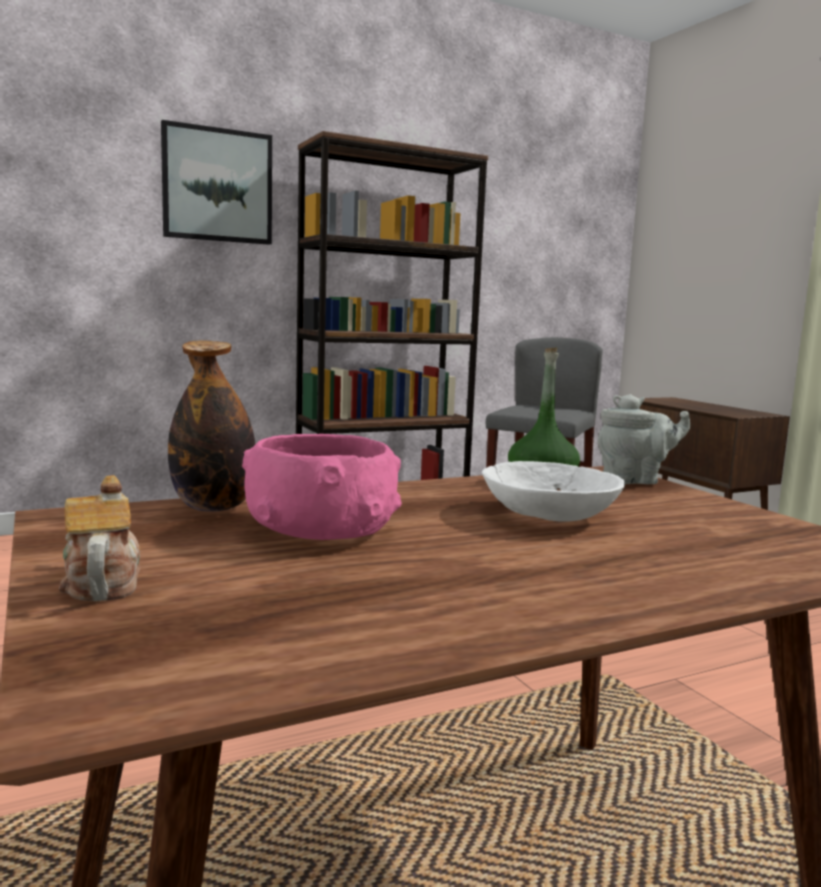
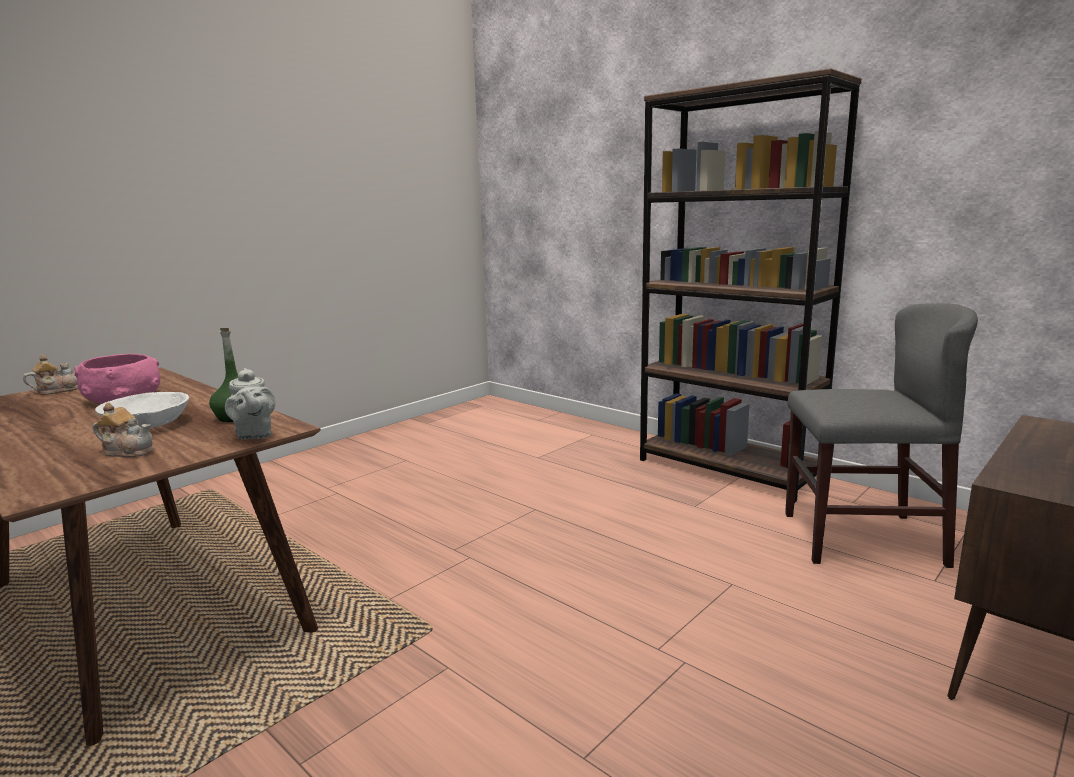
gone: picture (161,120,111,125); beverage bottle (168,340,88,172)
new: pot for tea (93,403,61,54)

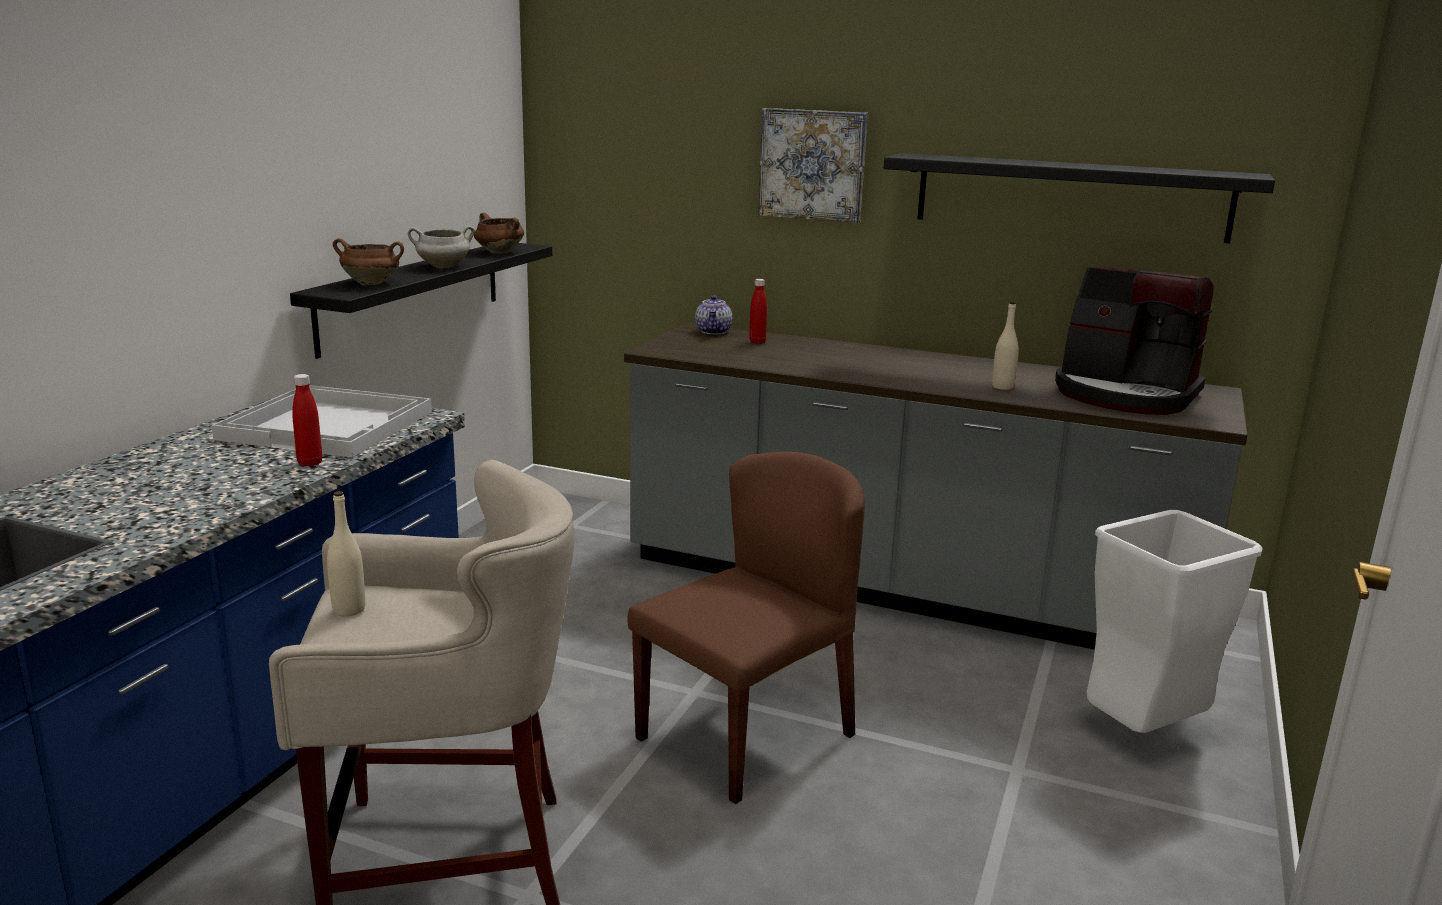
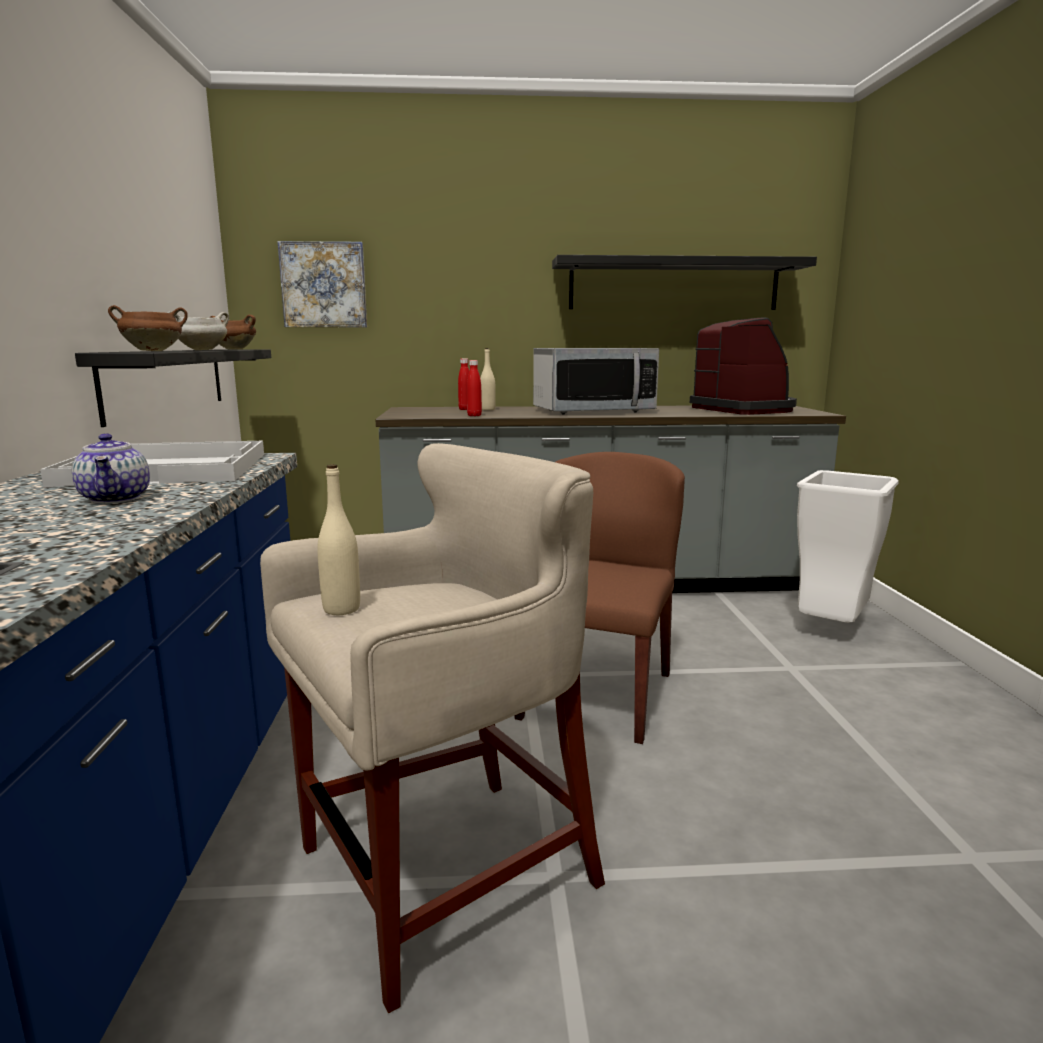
new: kitchen microwave (533,348,126,66)
shifted: pot for tea (695,295,37,39) to (72,433,78,71); picture (758,108,110,115) to (278,241,89,86); beverage bottle (red) (292,374,30,93) to (467,360,15,56); beverage bottle (beige-coloured) (992,302,27,88) to (480,348,16,62)
rotated: coffee maker (1055,266,159,149) = (690,318,107,97) 120 degrees counterclockwise

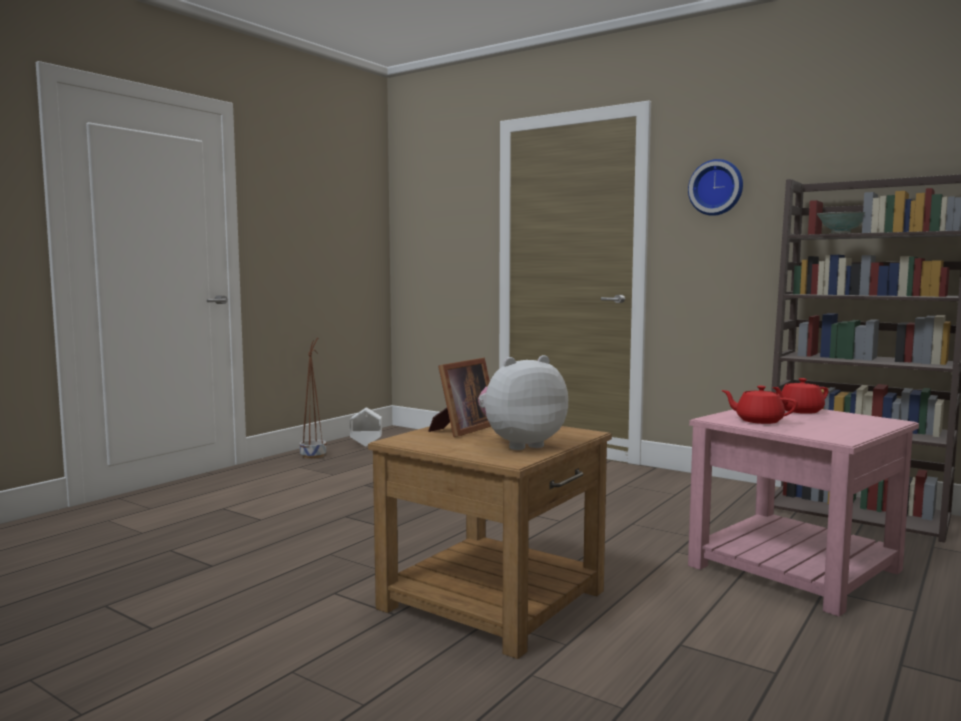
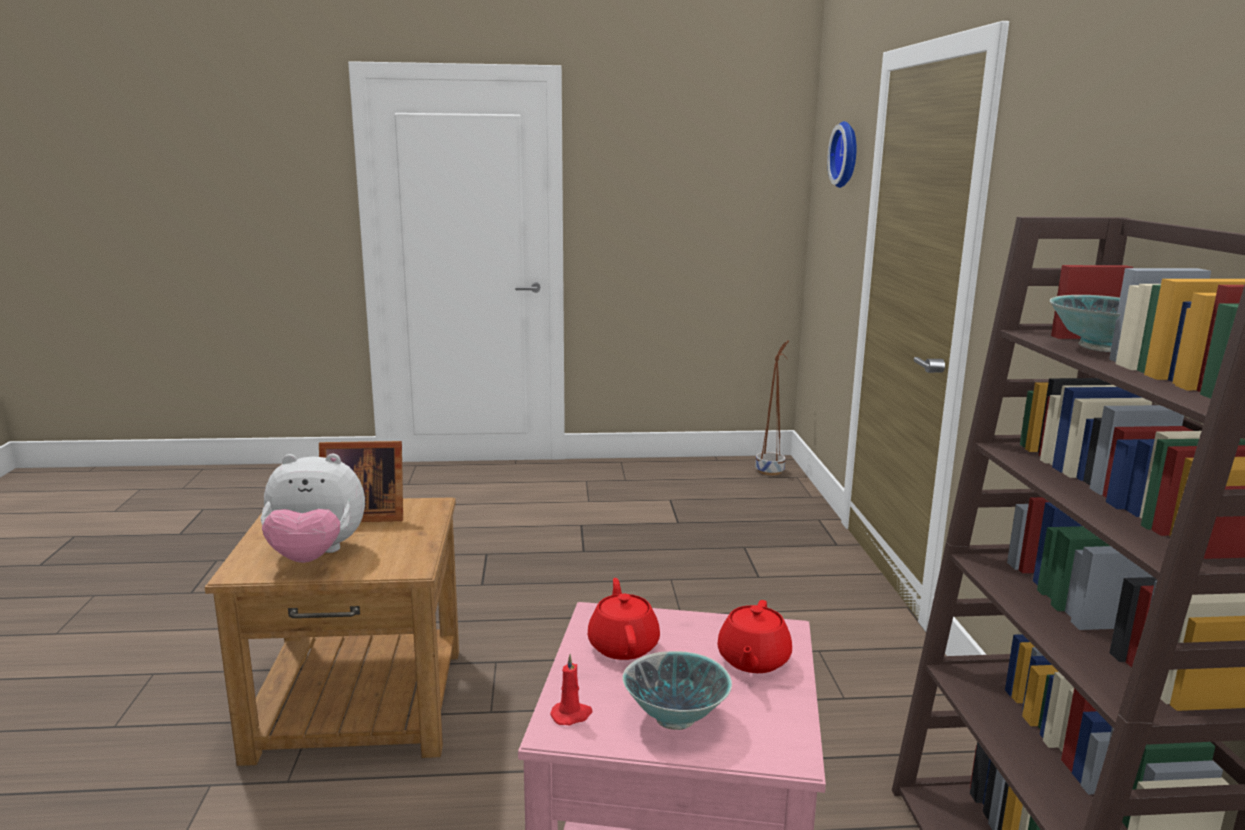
gone: plant pot (whitish) (350,407,32,40)
new: wax candle (red) (550,654,43,71); serving bowl (622,651,110,79)
shifted: plant pot (brown) (299,337,27,122) to (756,341,33,134); wall clock (688,159,55,57) to (827,121,29,67)
rotated: plush toy (478,355,90,95) = (261,454,104,109) 150 degrees clockwise; pot for tea (red) (772,378,56,36) = (717,600,75,73) 105 degrees counterclockwise

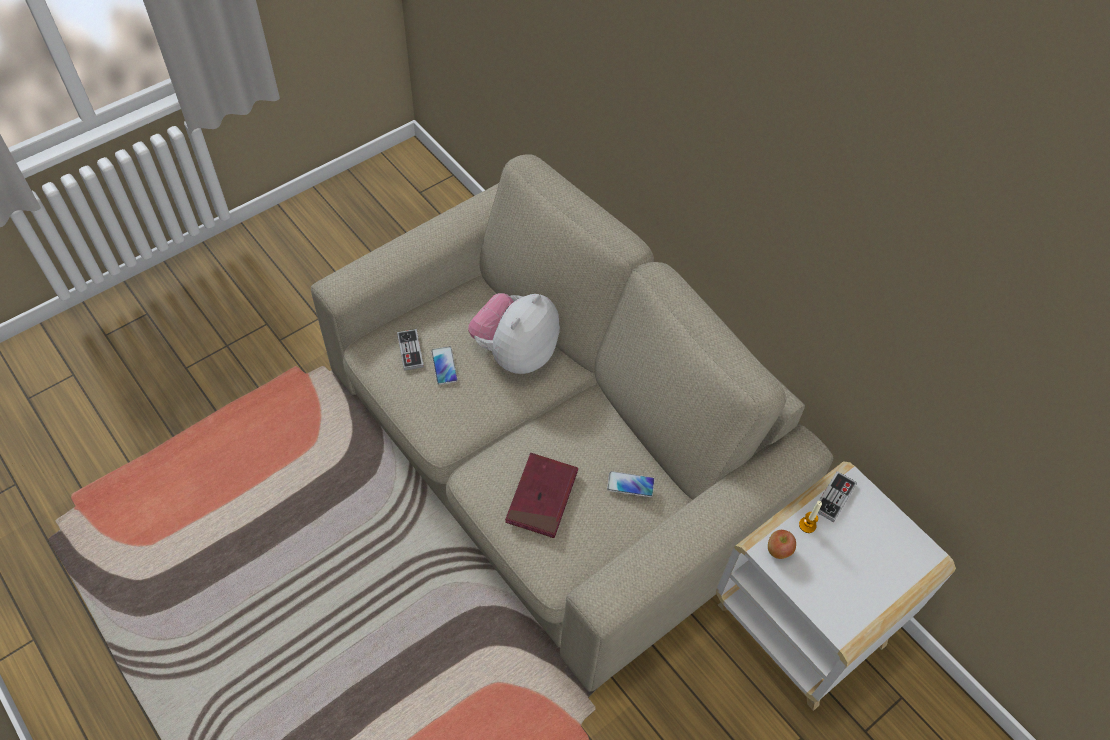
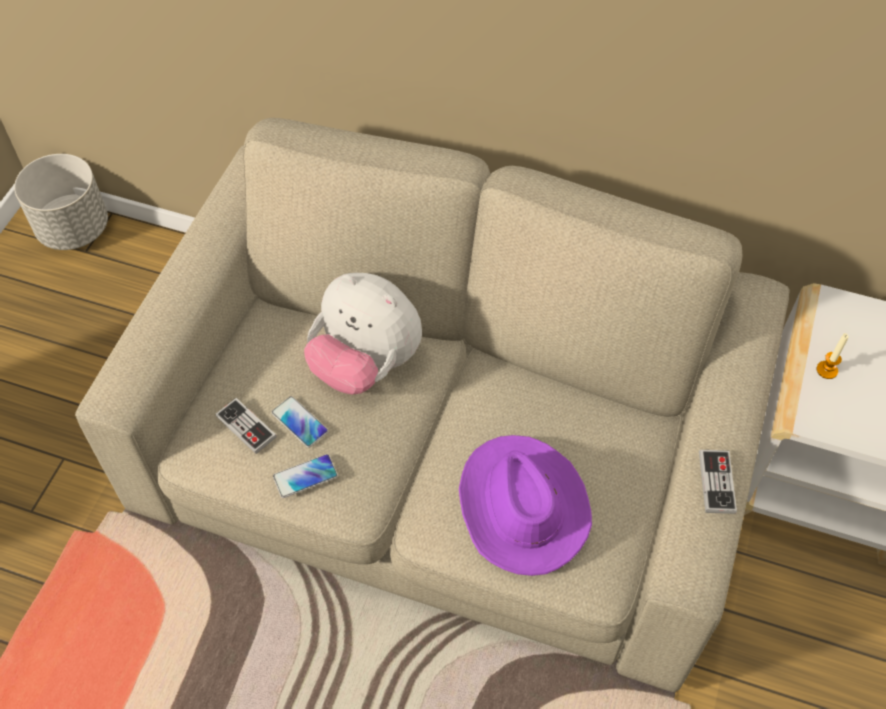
gone: whole apple (768,530,28,29)
new: plant pot (greyish) (14,154,94,96)
shifted: phone (607,471,48,26) to (273,454,65,44); gamepad (818,471,39,51) to (699,450,38,64)
swapped: volume (red) (505,453,73,85) to clothing hat (purplish) (459,435,133,141)
rotated: plush toy (468,293,92,81) = (304,273,118,121) 60 degrees counterclockwise

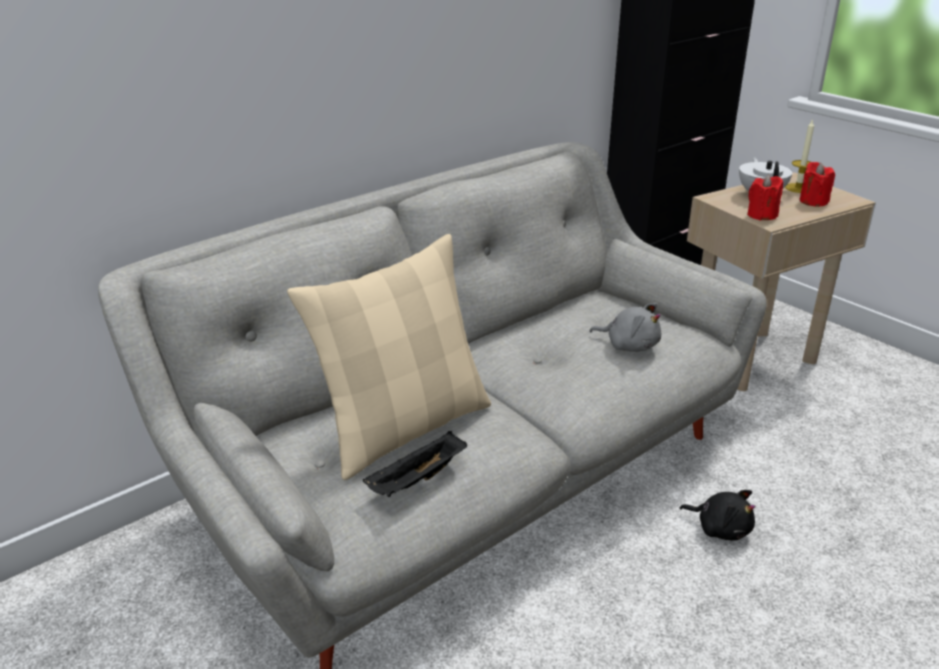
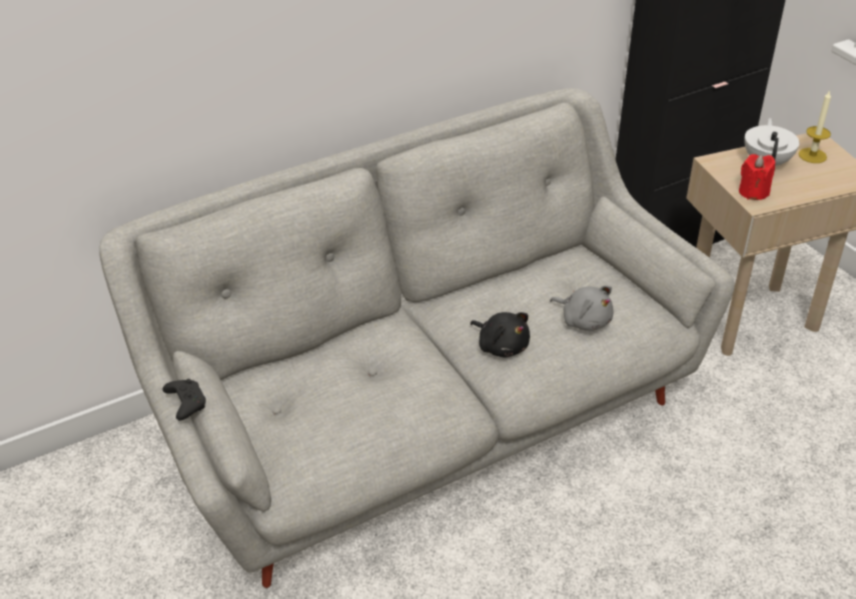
gone: pillow (beige-coloured) (287,234,204,246); carrying tray (black-coloured) (363,431,104,66); wax candle (red) (799,162,36,45)
new: gamepad (black-coloured) (163,379,43,42)
shifted: plush toy (black-coloured) (679,490,77,50) to (470,312,60,46)

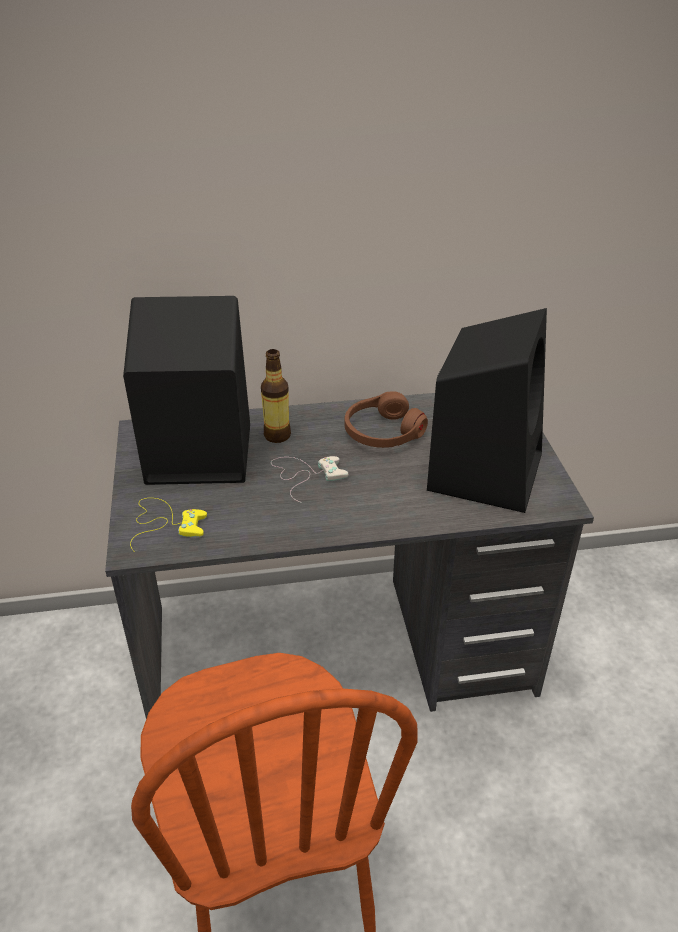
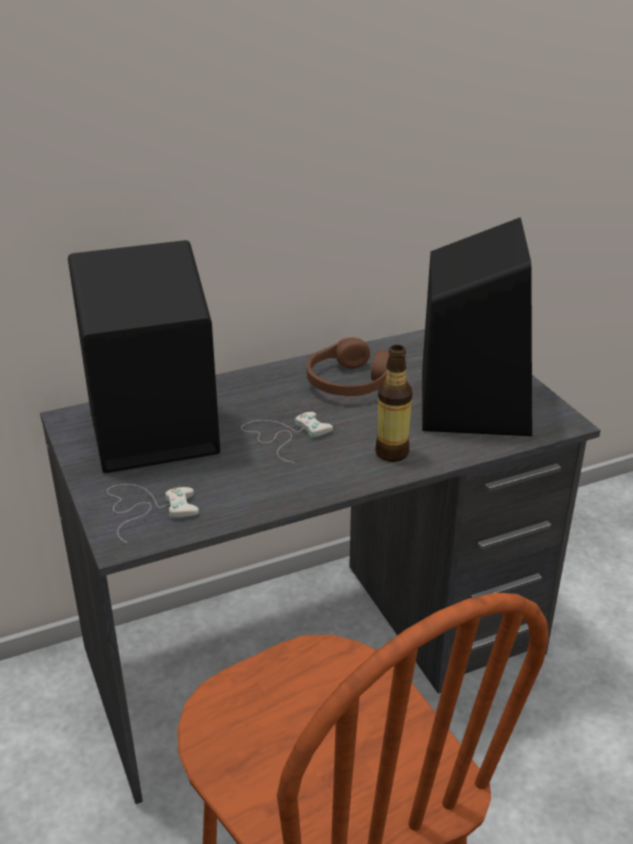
shifted: beverage bottle (261,349,30,94) to (375,345,37,117)
repainted: gamepad (yellow) (130,498,77,54) to gamepad (whitish) (107,484,92,59)

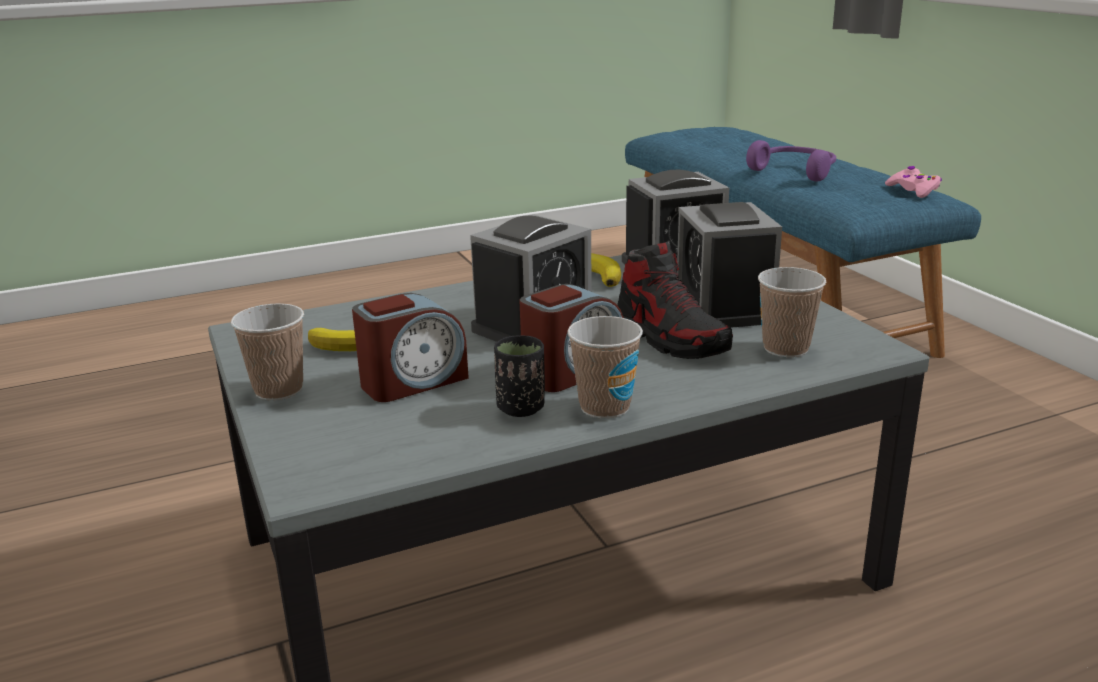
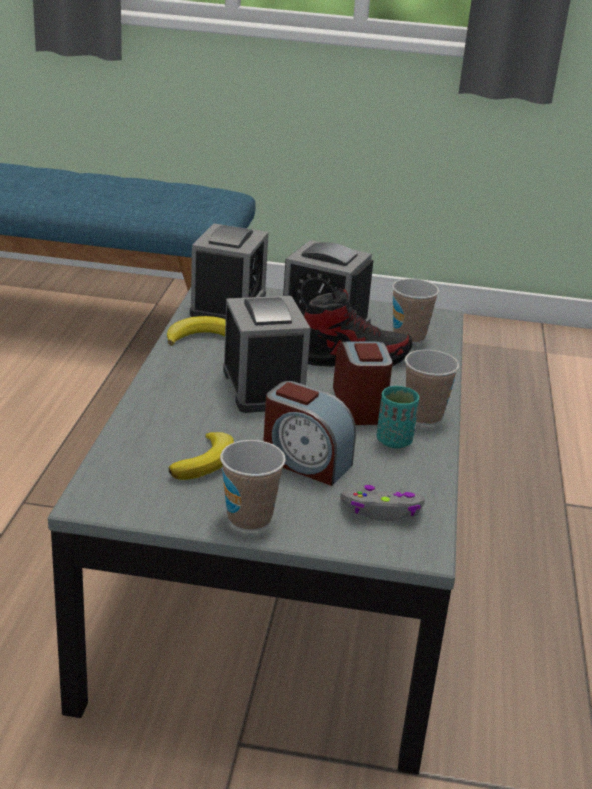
gone: headset (purplish) (746,140,90,41); gamepad (pink-coloured) (885,166,57,32)
new: gamepad (greyish) (340,485,85,36)
repainted: cup (black-coloured) (494,335,51,82) to cup (turquoise-coloured) (377,386,42,62)
rotated: bedside clock (352,293,117,109) = (263,381,93,105) 120 degrees clockwise

